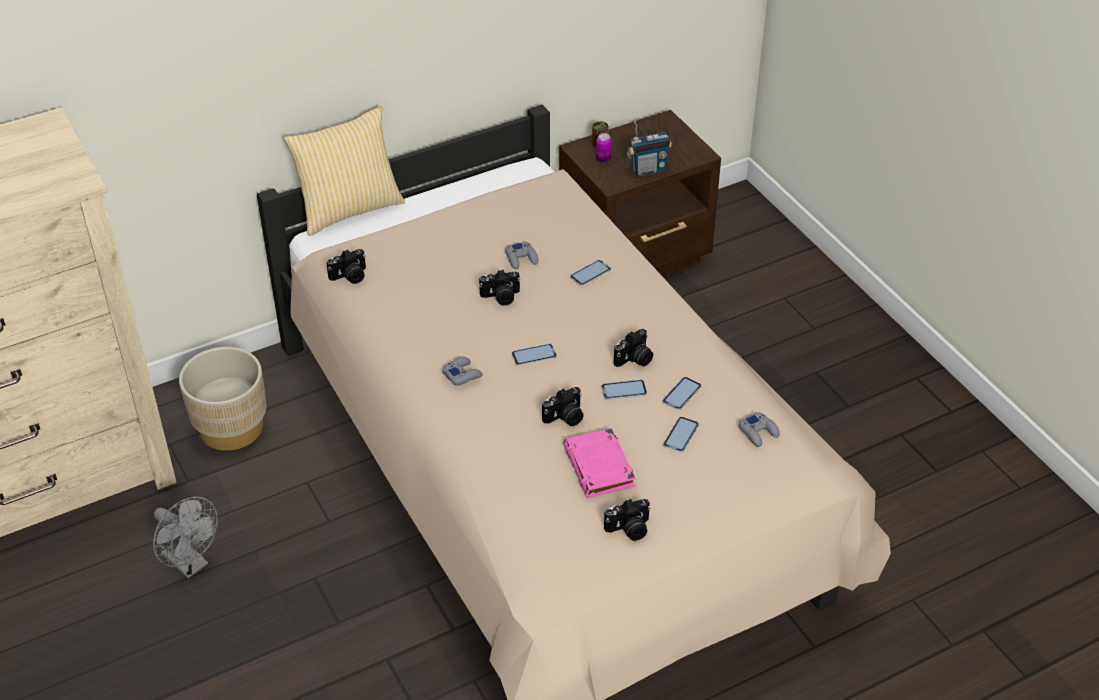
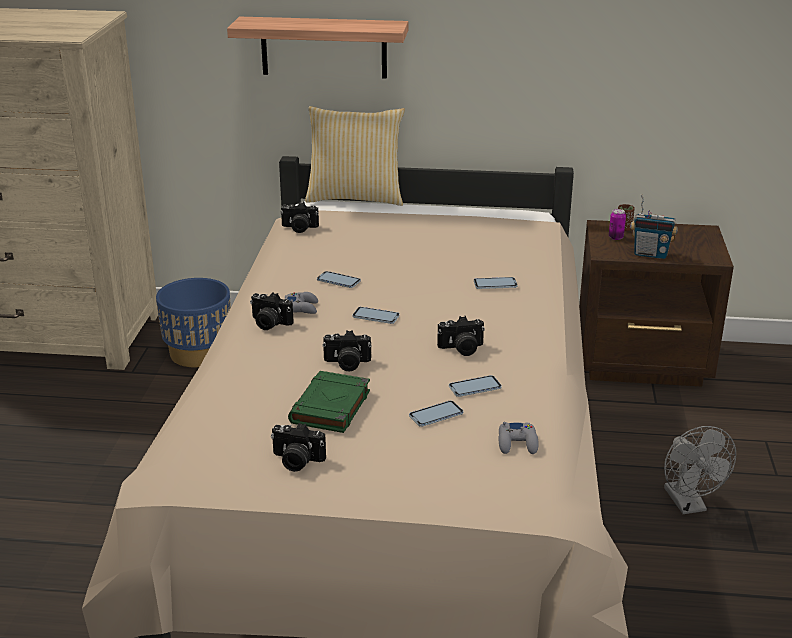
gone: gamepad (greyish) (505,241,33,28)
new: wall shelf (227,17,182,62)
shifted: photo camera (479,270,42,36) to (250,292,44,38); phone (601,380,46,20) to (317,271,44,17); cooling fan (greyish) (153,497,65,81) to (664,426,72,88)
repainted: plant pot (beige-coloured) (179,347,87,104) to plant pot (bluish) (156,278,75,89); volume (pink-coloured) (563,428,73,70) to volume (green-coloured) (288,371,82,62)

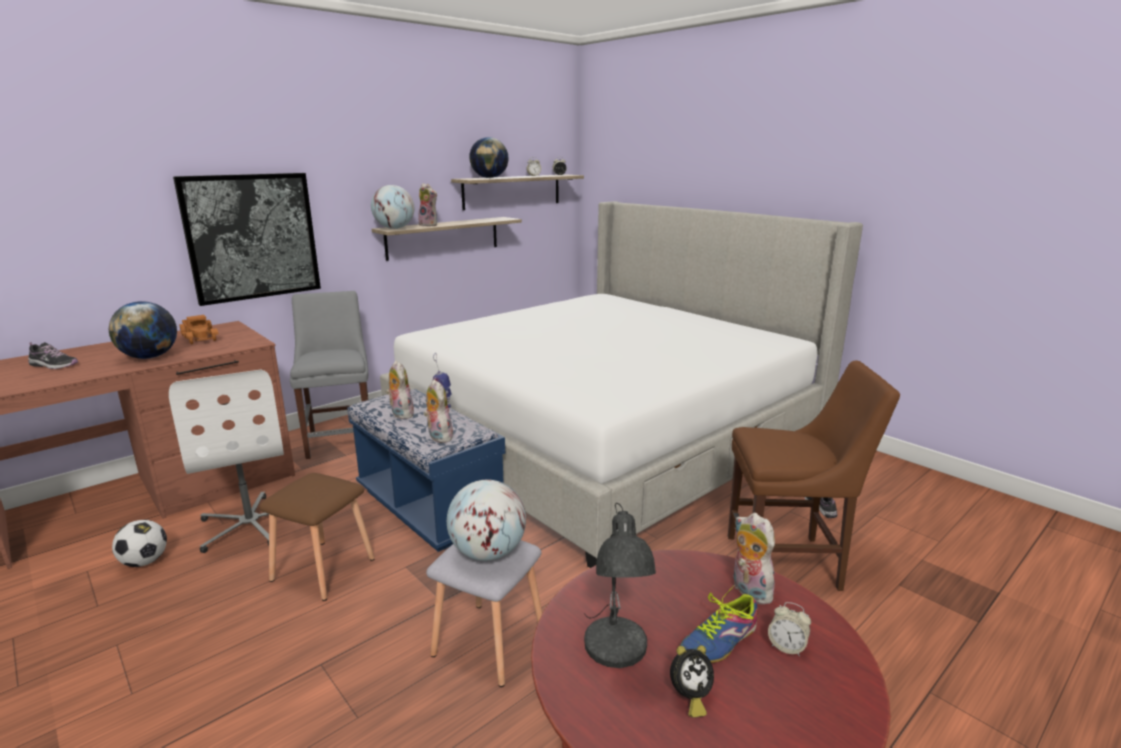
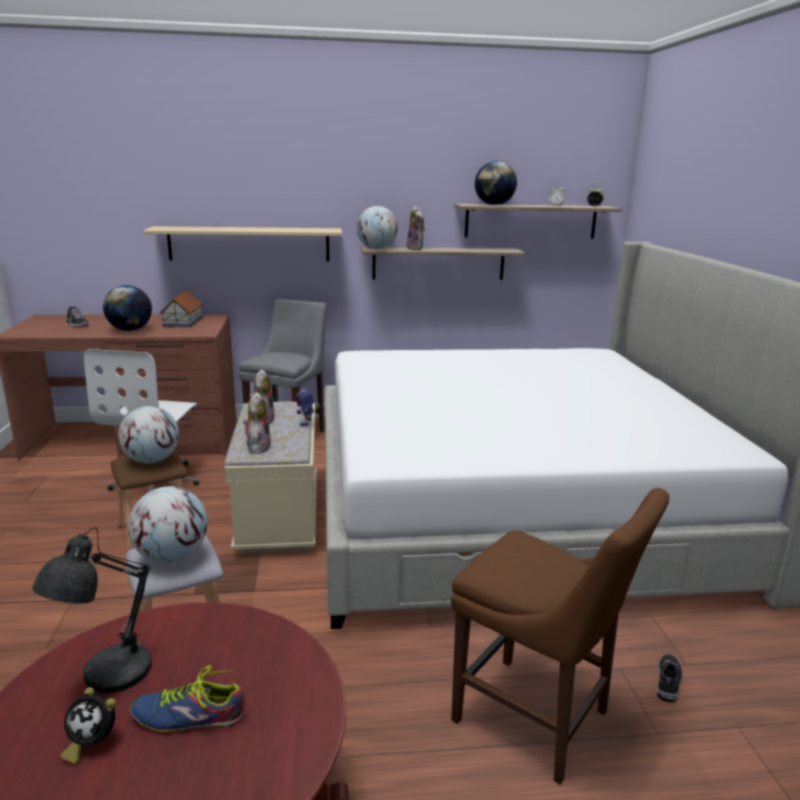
gone: ball for football (112,520,55,47); plush toy (733,513,46,92); bedside clock (768,602,43,54)
new: world globe (118,406,61,57)
swapped: picture (173,173,148,133) to wall shelf (beige-coloured) (143,226,199,35); model truck (179,315,40,29) to model house (160,290,43,37)
repainted: long seat (bluish) (347,389,158,163) to long seat (beige-coloured) (224,401,93,153)

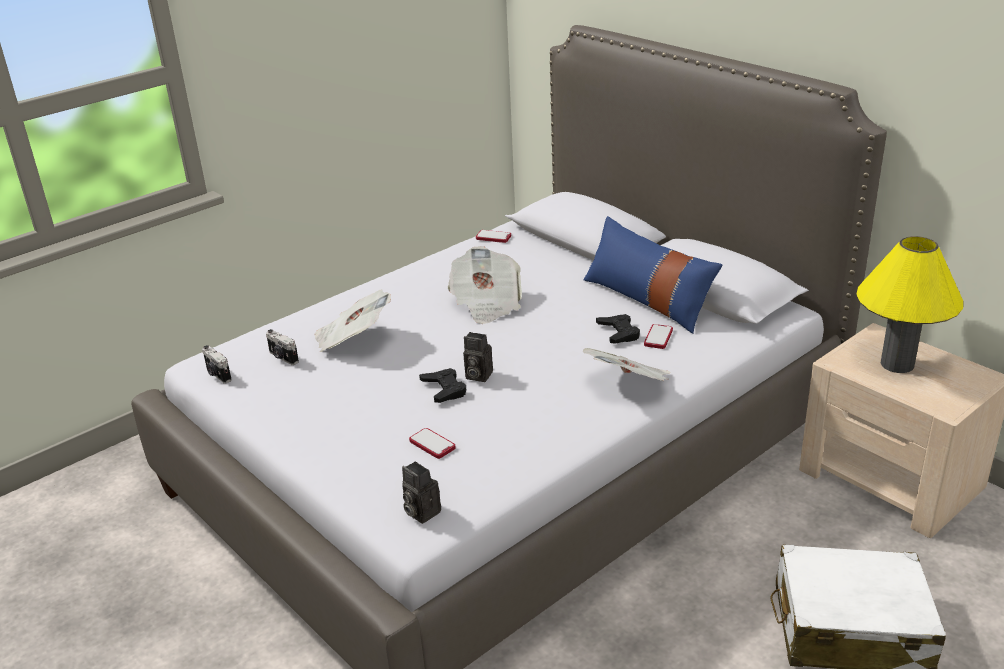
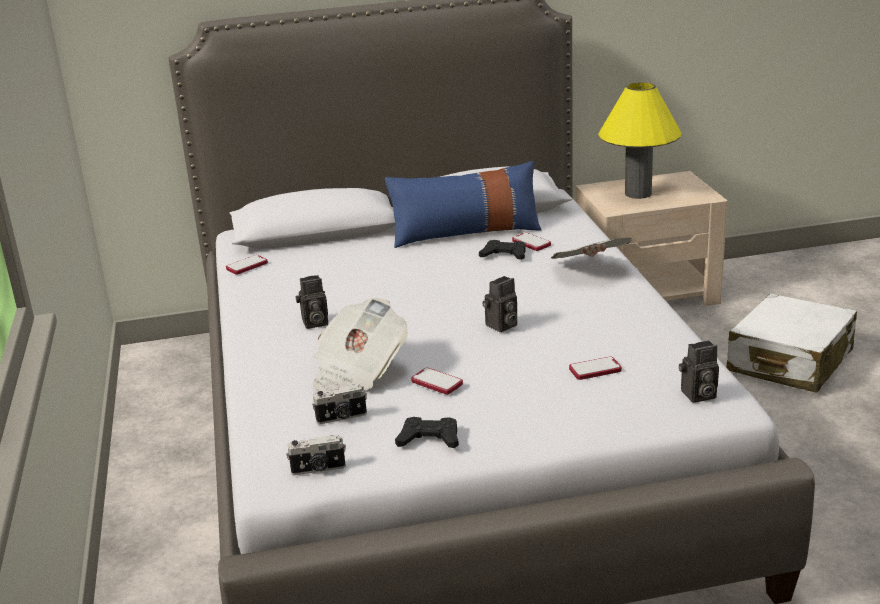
gone: daily paper (448,246,74,78)
new: photo camera (296,275,32,54); phone (411,368,52,26)
shifted: gamepad (black-coloured) (419,368,47,35) to (395,417,64,31)

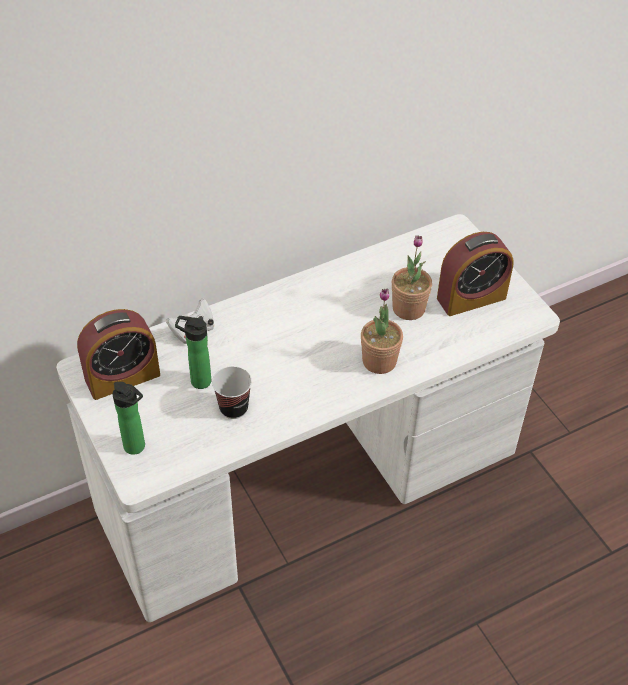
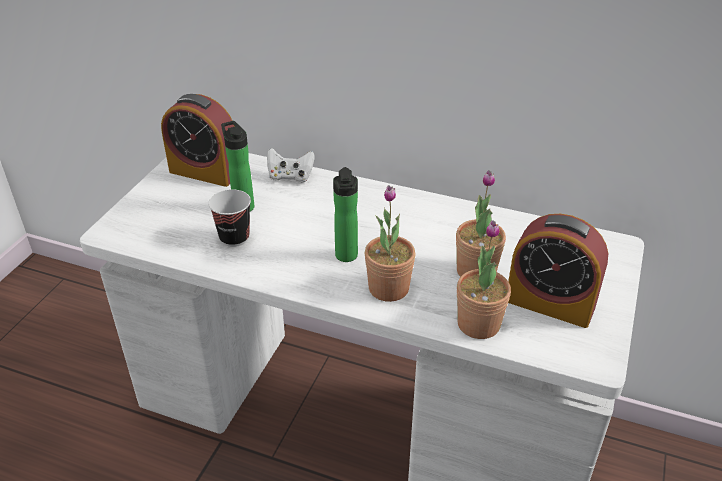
new: houseplant (457,220,54,119)
shifted: beverage bottle (113,382,32,73) to (333,167,25,95)

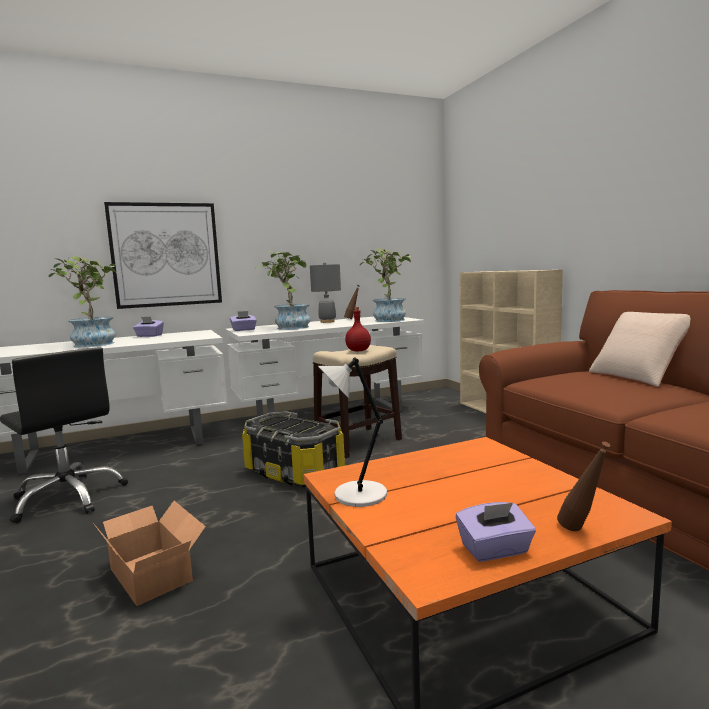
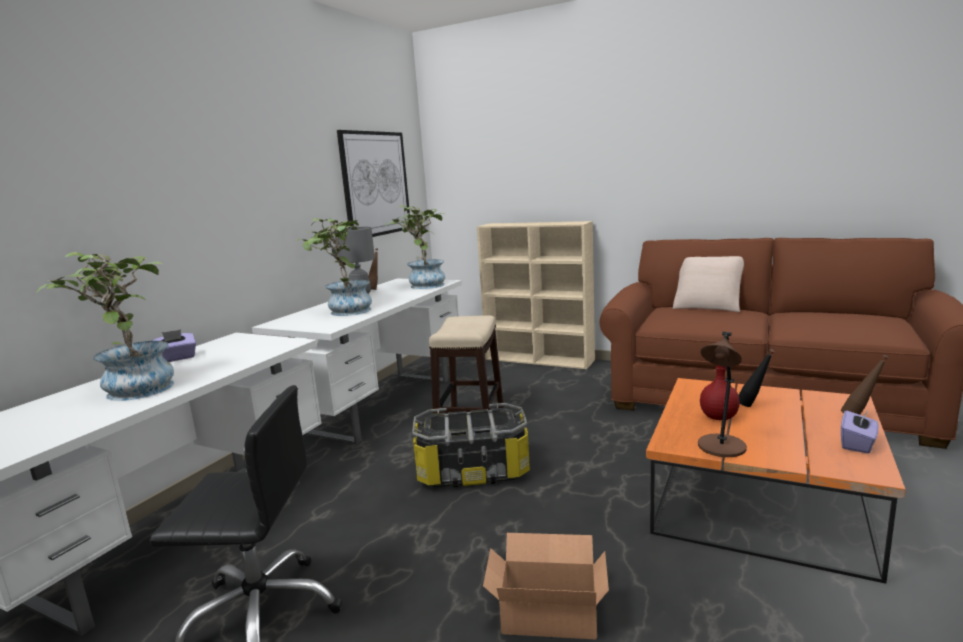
gone: tissue box (purplish) (230,311,27,20)
new: beverage bottle (black-coloured) (738,349,37,58)
shifted: picture (104,202,118,107) to (337,130,73,107); beverage bottle (red) (345,307,26,45) to (700,365,40,55)
repainted: tabletop lamp (greyish) (318,357,69,150) to tabletop lamp (brown) (698,332,49,125)

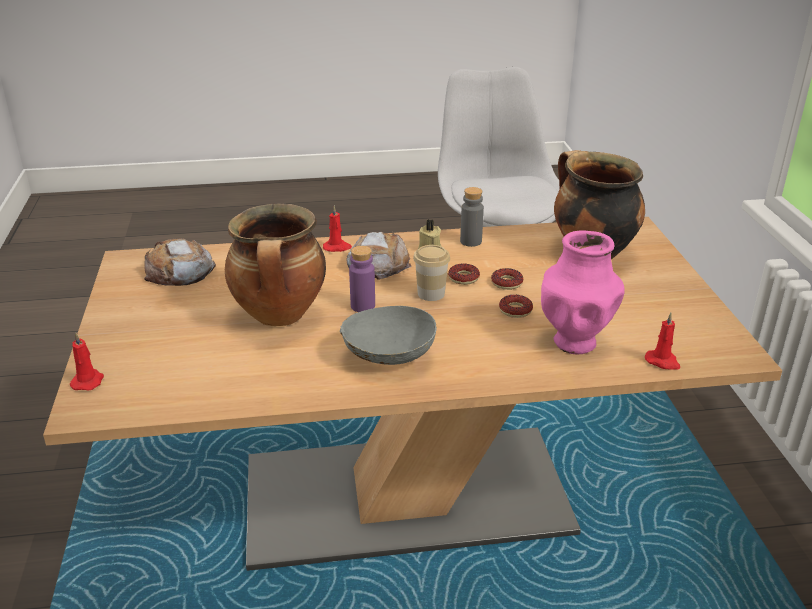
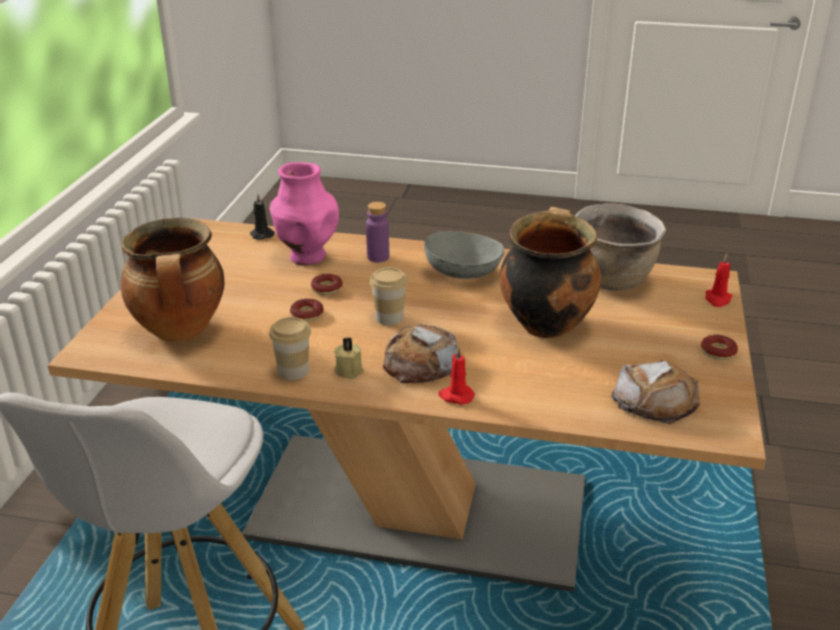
new: stockpot (brown) (575,203,91,88)
shifted: beverage bottle (purplish) (349,246,26,66) to (366,202,23,61); doughnut (448,263,32,22) to (701,335,37,25)
swapped: beverage bottle (greyish) (460,187,24,60) to cup (269,317,42,63)
repainted: wax candle (red) (645,313,35,57) to wax candle (black-coloured) (250,194,25,46)

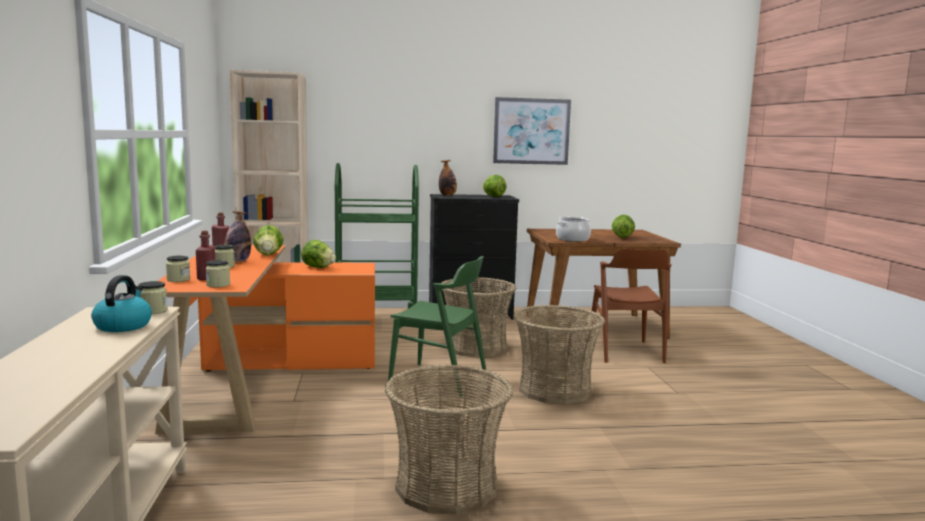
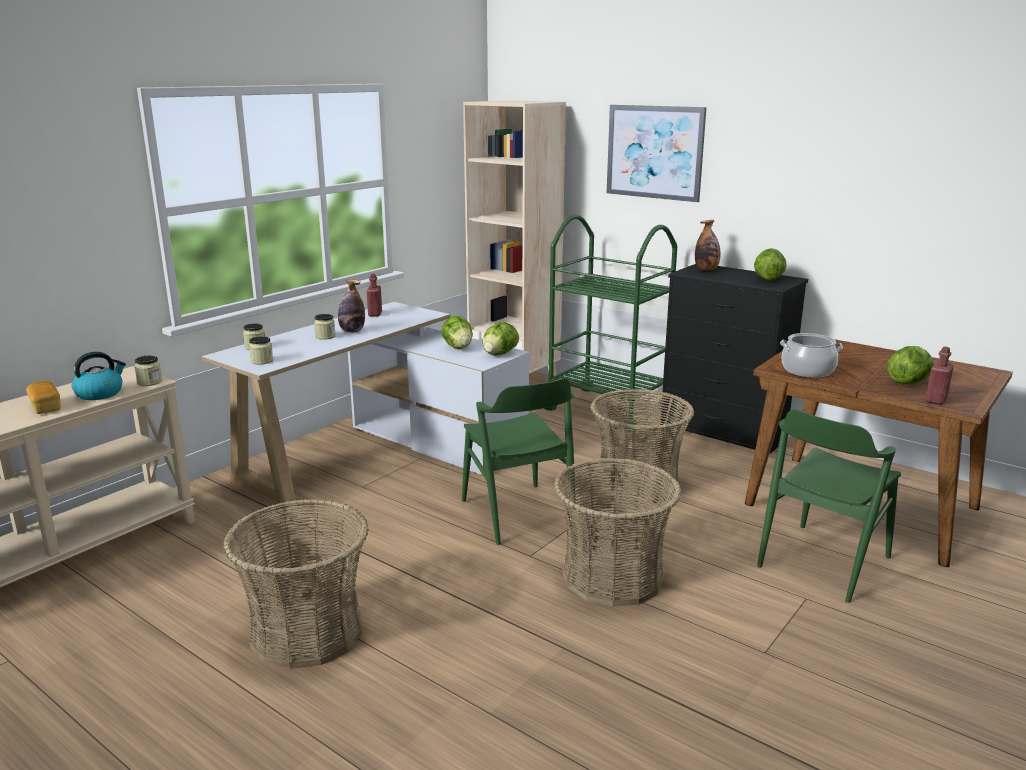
new: baked bread (26,381,35,33)
shifted: lettuce head (253,225,30,30) to (482,322,37,34); picture (493,97,78,68) to (607,105,100,97); beverage bottle (red) (196,231,19,49) to (925,347,29,58)
repainted: desk (orange-coloured) (155,245,220,189) to desk (whitish) (202,302,328,201); plain chair (brown) (590,249,82,114) to plain chair (green-coloured) (757,410,144,193)

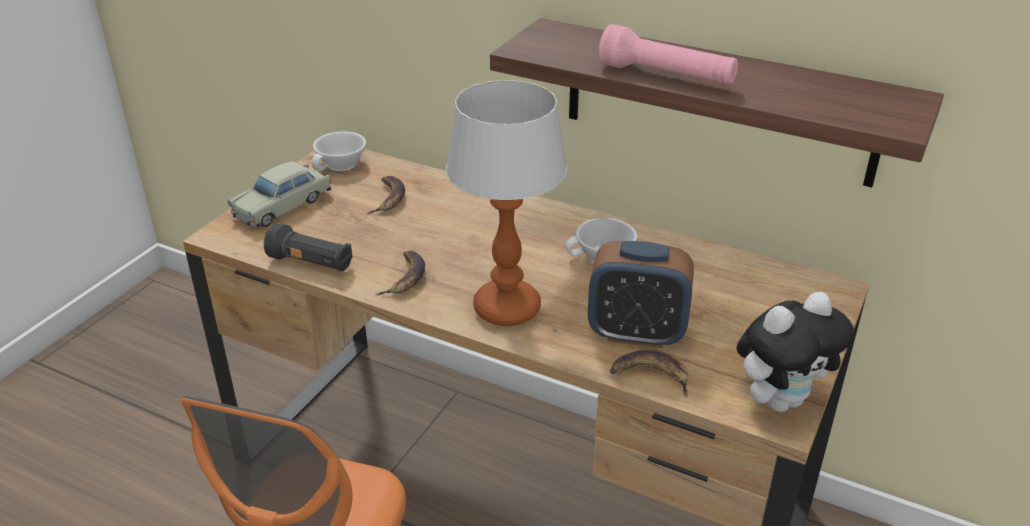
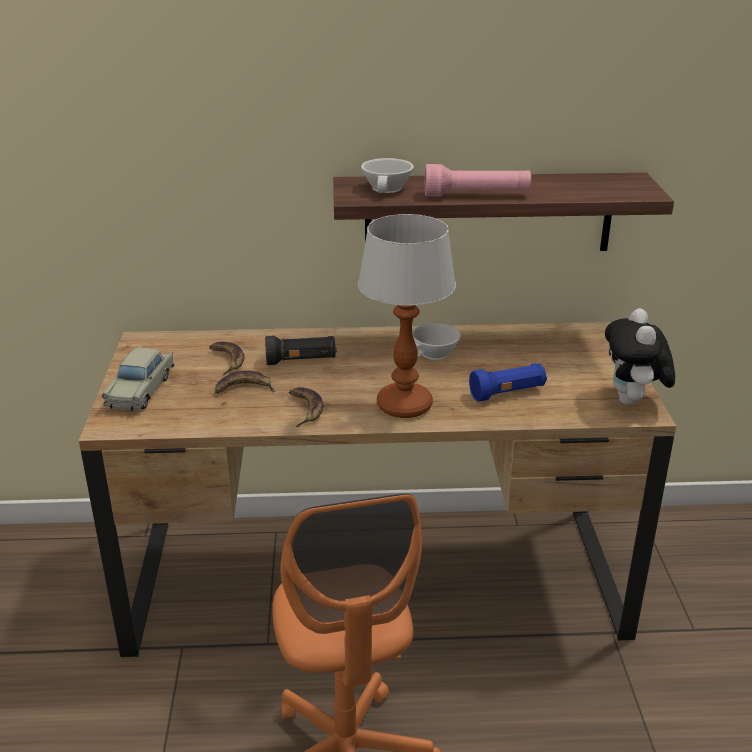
shifted: banana (610,350,78,47) to (215,371,60,23); torch (black-coloured) (264,223,89,48) to (265,335,72,30); cup (whitish) (311,131,55,40) to (361,158,53,35)
swapped: bedside clock (588,241,106,107) to torch (bluish) (469,363,78,39)
rotated: plush toy (736,292,118,120) = (605,308,70,97) 150 degrees clockwise

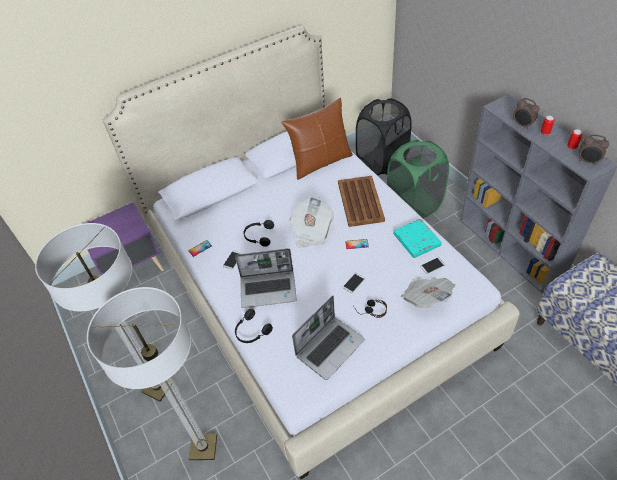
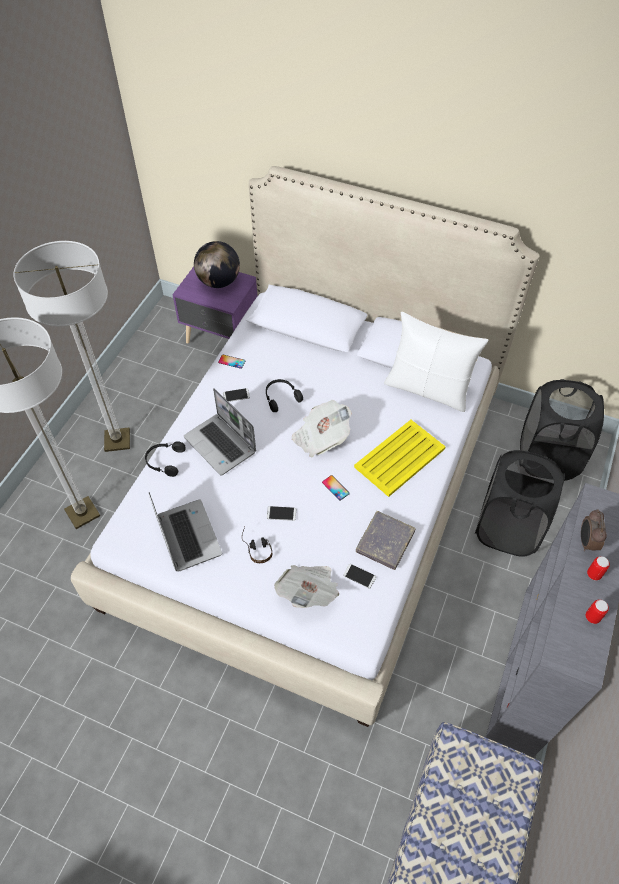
gone: bedside clock (579,134,30,31)
new: world globe (194,241,46,47)
repainted: carrying tray (brown) (338,176,47,51) to carrying tray (yellow) (354,420,92,77); volume (turquoise-coloured) (393,219,49,39) to volume (greyish) (356,511,60,59); pillow (brown) (281,98,72,82) to pillow (whitish) (384,312,104,100); hamper (green-coloured) (387,140,62,78) to hamper (black-coloured) (475,450,90,107)
rotated: laptop (292,296,73,84) = (149,492,73,80) 120 degrees counterclockwise

